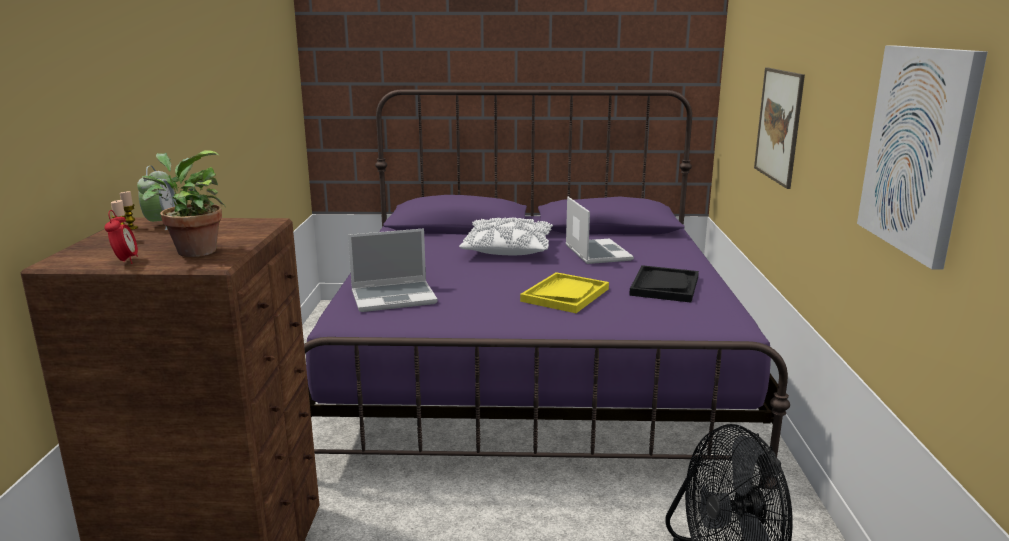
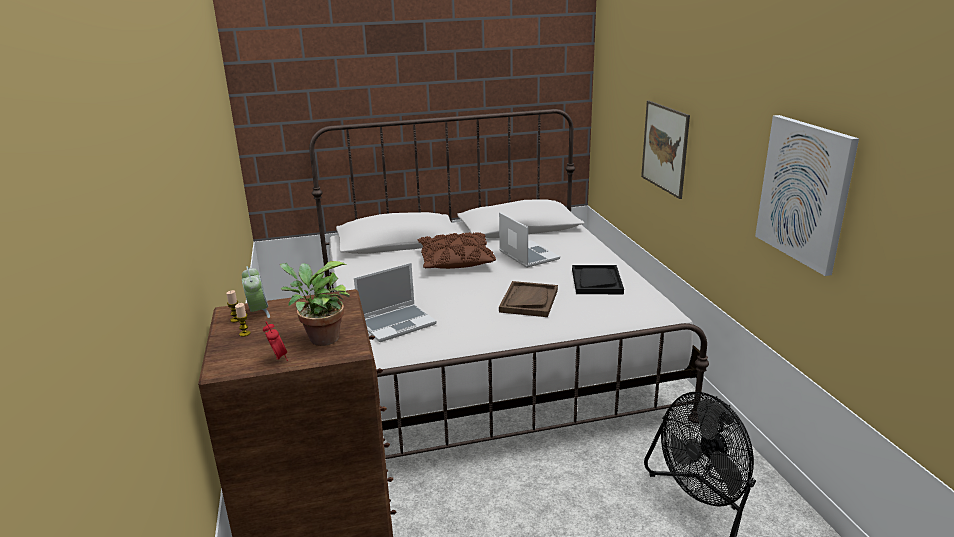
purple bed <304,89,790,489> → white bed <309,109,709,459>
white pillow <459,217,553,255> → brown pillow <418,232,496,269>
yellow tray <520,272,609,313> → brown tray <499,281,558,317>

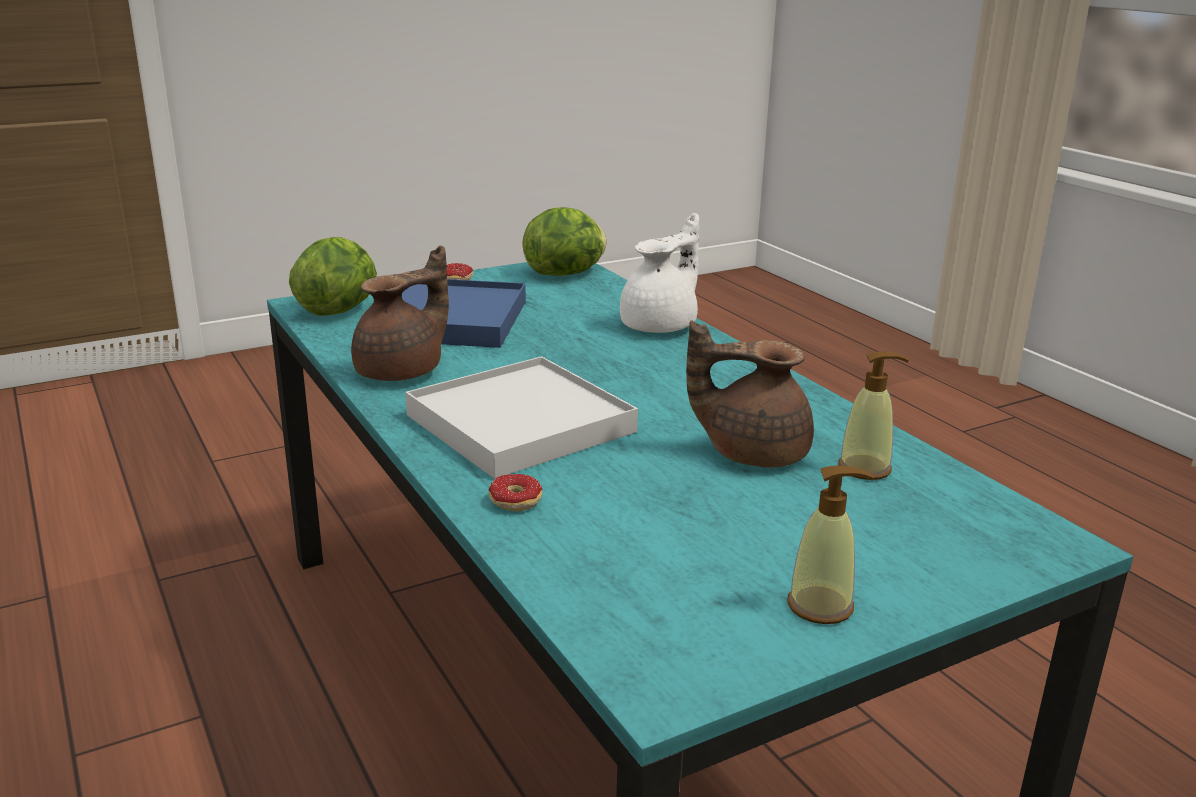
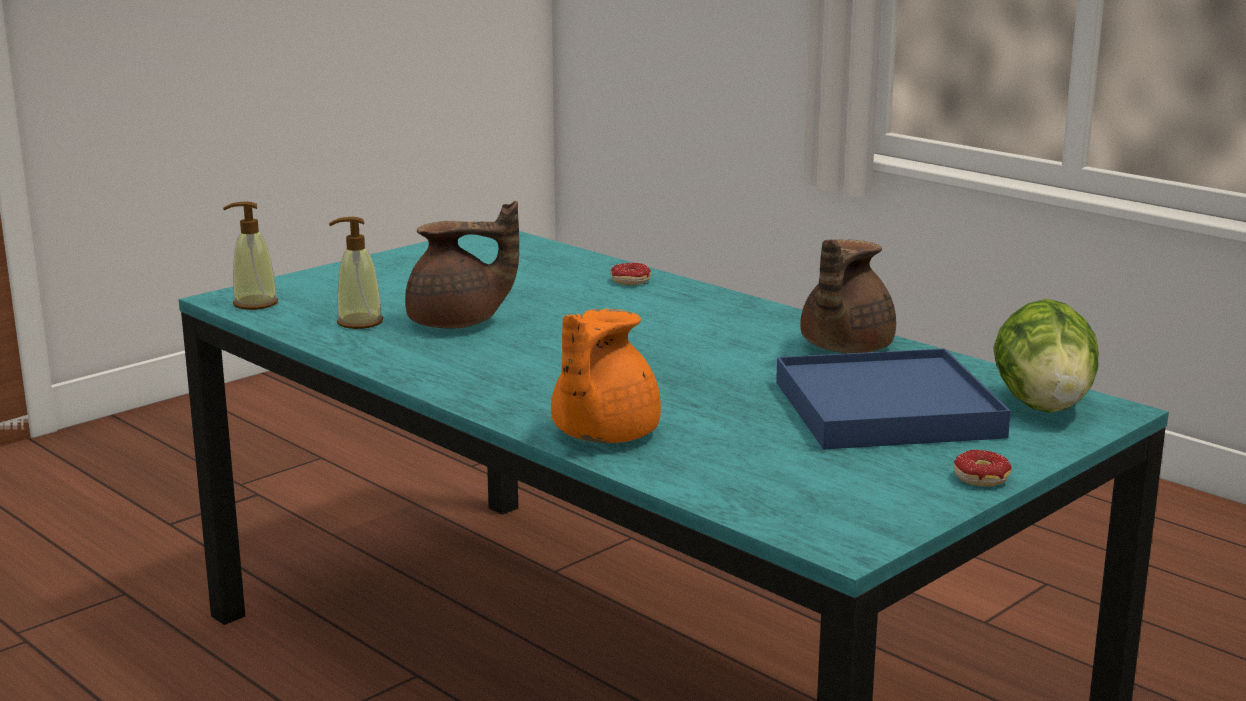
white tray <405,356,638,479> → -
lettuce <522,207,606,276> → -
white teapot <620,213,699,333> → orange teapot <551,309,661,443>
soap dispenser <787,465,874,624> → soap dispenser <223,201,278,310>, move

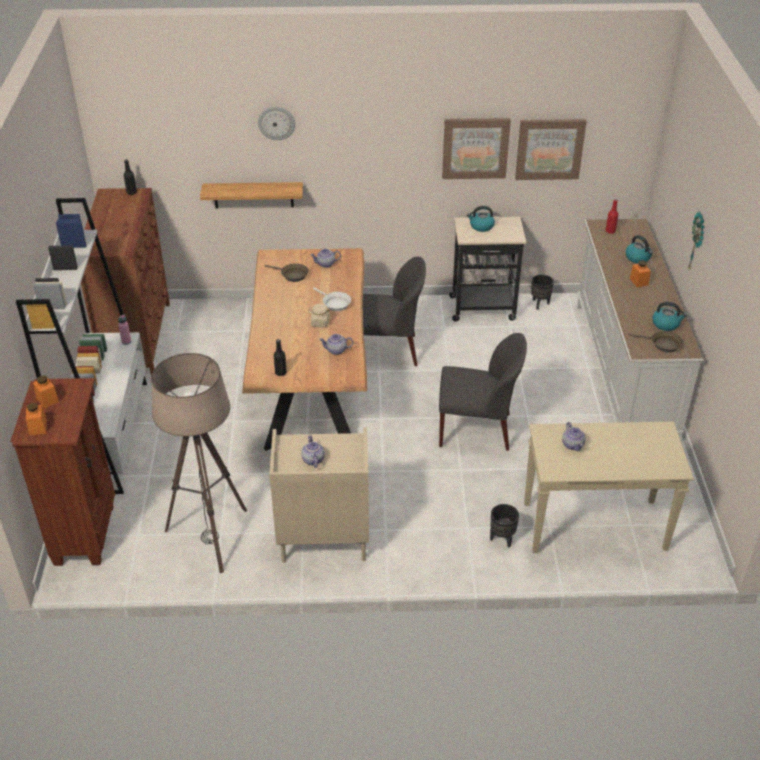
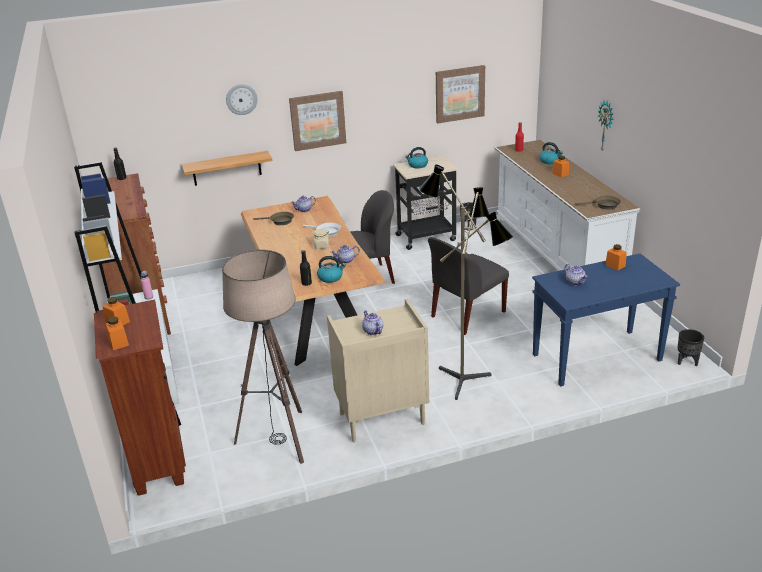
grey chair <439,333,527,451> → grey chair <428,237,509,335>, 150 degrees clockwise
picture <442,118,511,179> → picture <289,91,346,151>, move
black planter <490,504,519,548> → black planter <678,329,704,366>, move
beige console table <524,422,694,553> → blue console table <532,253,680,386>
kettle <653,302,687,331> → kettle <317,256,346,283>, move
- → floor lamp <419,165,513,400>
- → orange jar <605,244,627,270>

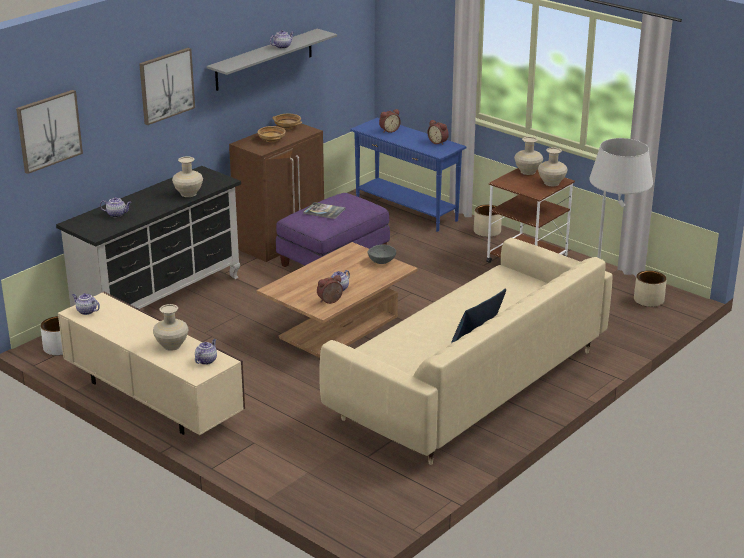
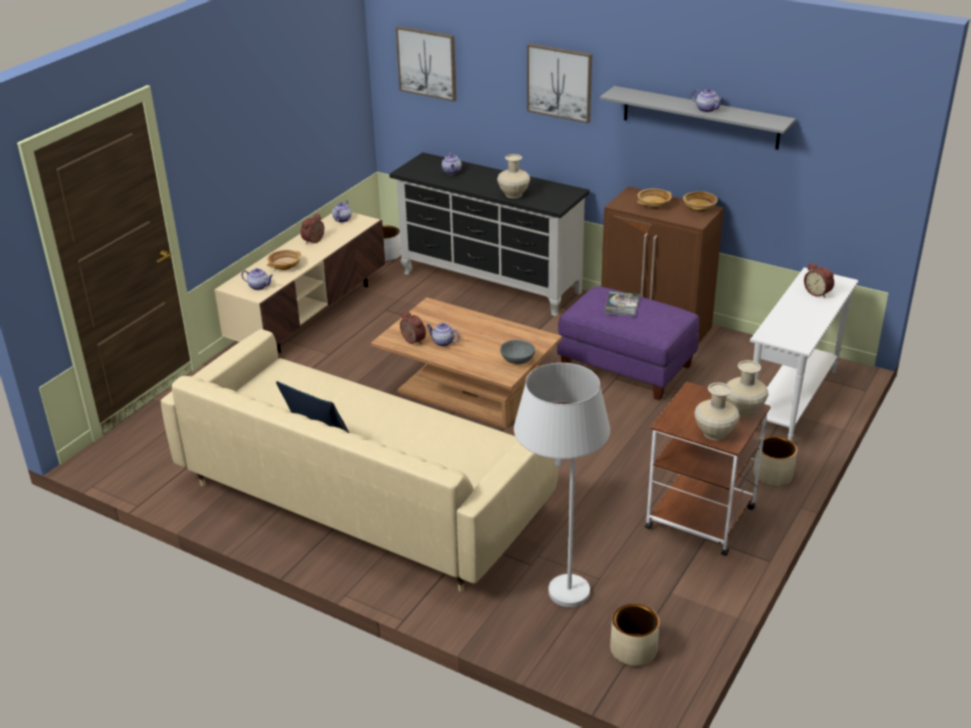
beige vase <153,304,188,351> → beige bowl <267,250,301,270>
blue console table <350,118,467,232> → white console table <750,267,859,441>
alarm clock <427,120,449,145> → alarm clock <301,213,325,244>, move

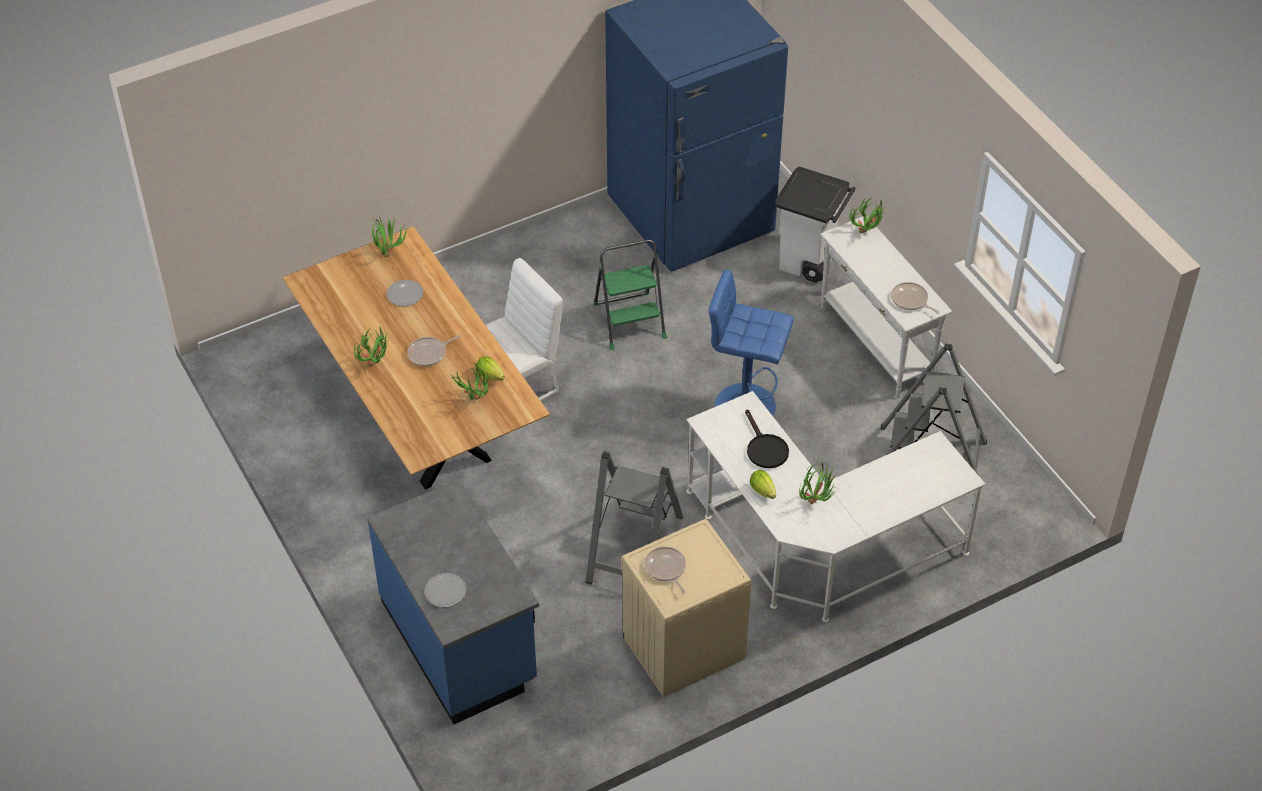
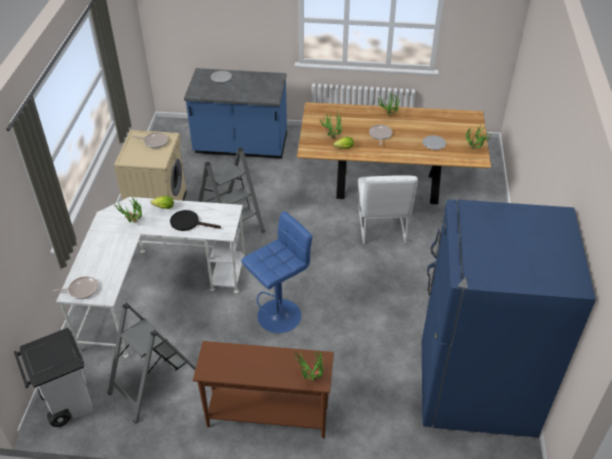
green step ladder <594,239,667,350> → -
white trash can <775,166,856,282> → white trash can <14,328,92,427>, move
white console table <820,216,953,398> → brown console table <193,341,334,438>
frying pan <891,282,940,314> → frying pan <53,276,98,299>, move

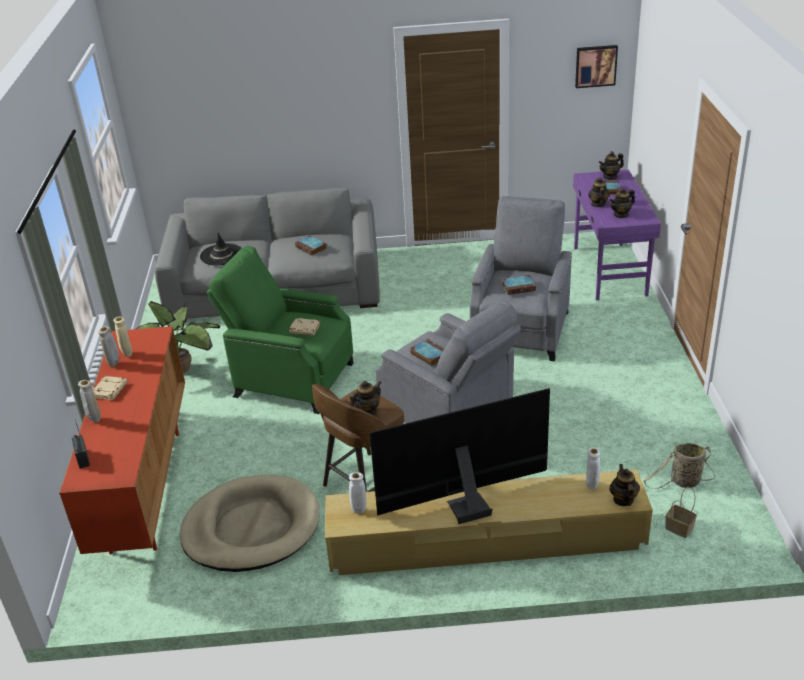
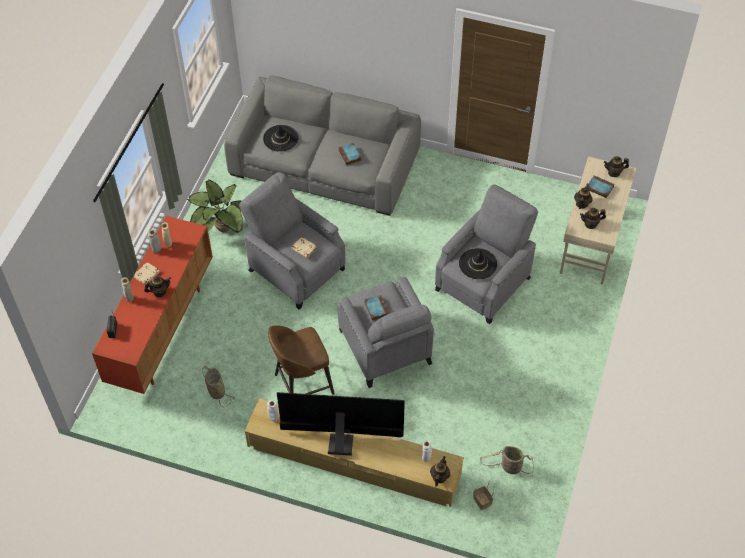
beige dog bed <180,474,320,572> → basket <202,366,235,408>
green armchair <207,246,353,414> → grey armchair <239,172,345,310>
teapot <350,381,382,415> → teapot <144,276,171,297>, move
book <502,275,536,295> → black hat <459,248,497,279>
purple console table <573,169,661,301> → beige console table <560,156,636,285>
picture <575,45,618,88> → -

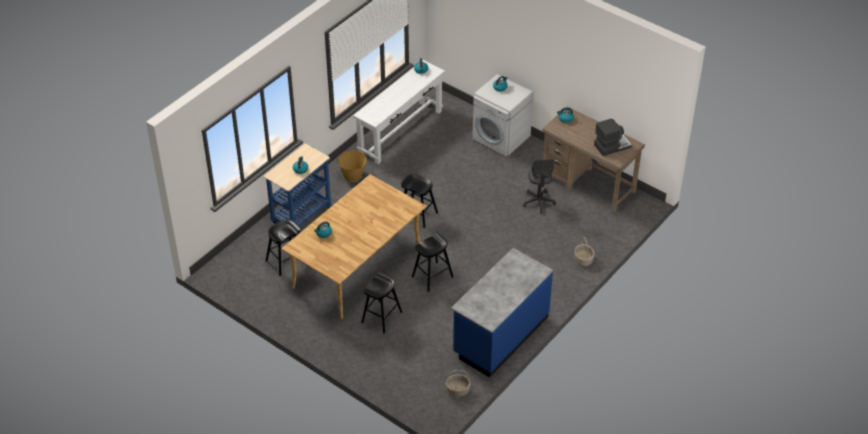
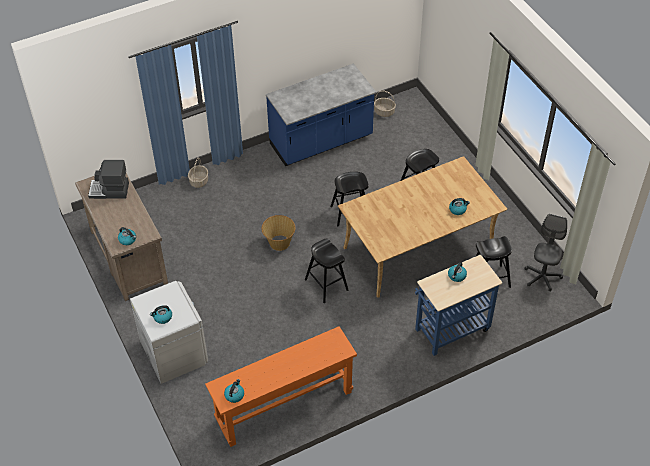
basket <338,151,367,182> → basket <261,215,295,251>, move
white console table <353,60,445,164> → orange console table <205,326,357,447>
grey office chair <523,159,556,214> → grey office chair <525,214,567,292>, move

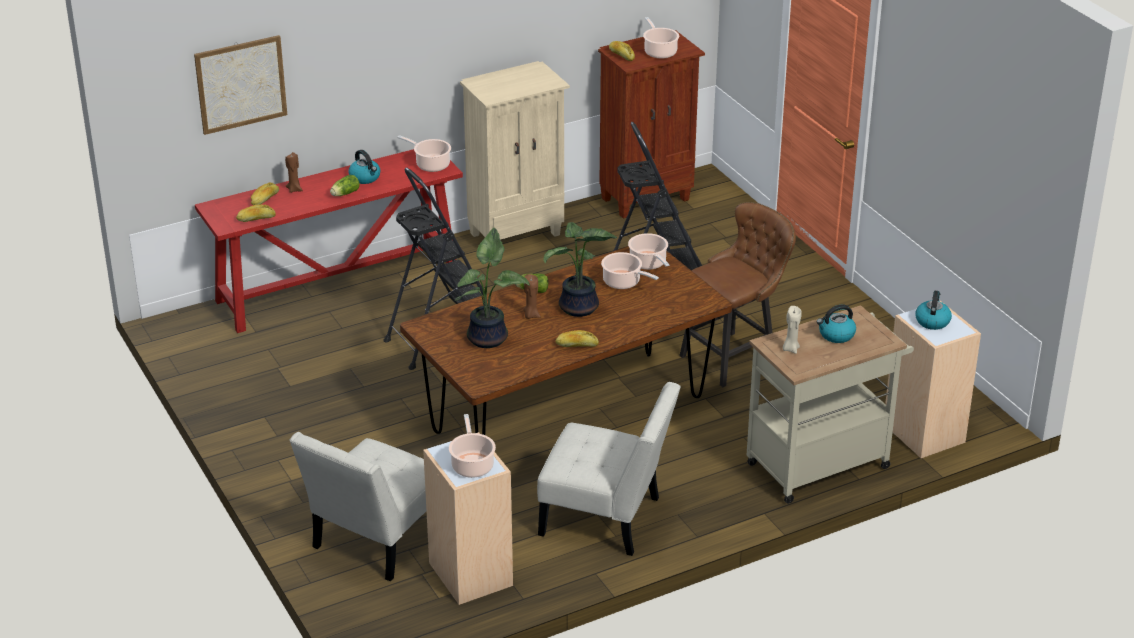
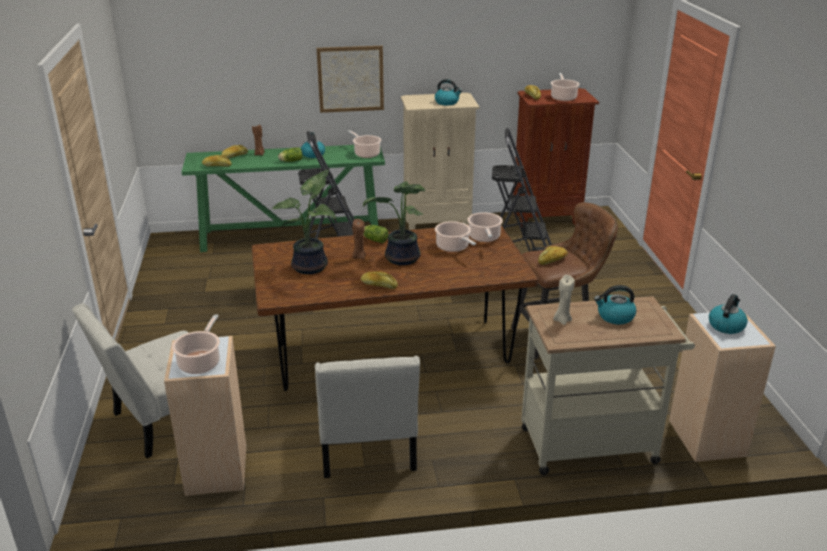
picture <194,35,287,135> → picture <316,45,384,113>, move
red console table <195,149,463,333> → green console table <182,145,385,252>
white chair <537,382,681,556> → white chair <315,356,420,478>, 45 degrees clockwise
- → kettle <435,79,462,105>
- → bread <538,246,568,265>

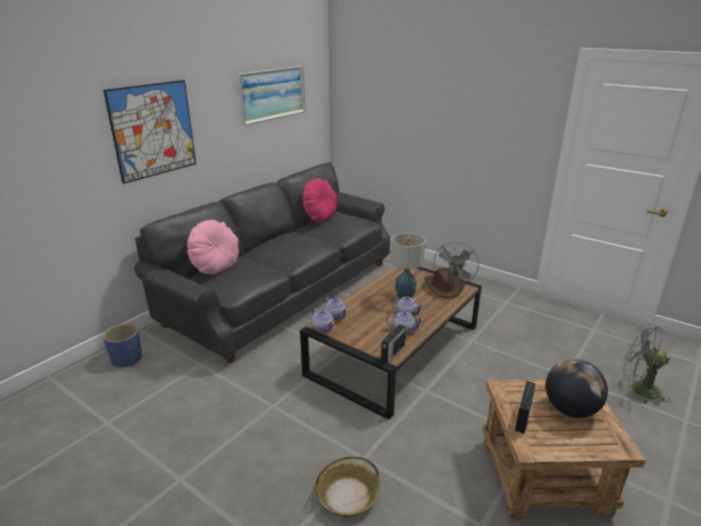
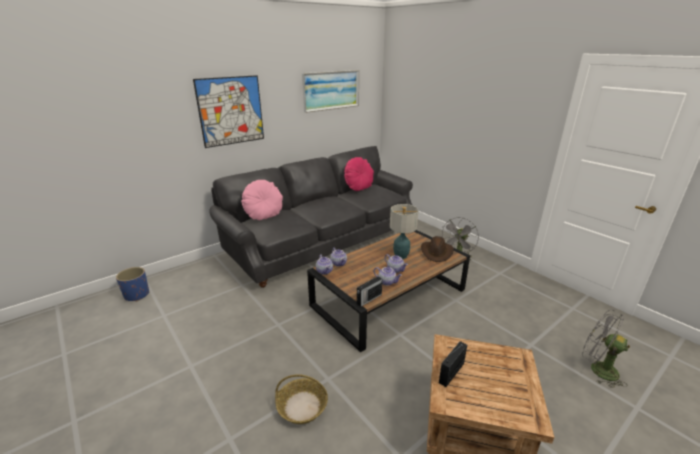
blue planter <103,324,142,367> → blue planter <116,267,149,301>, move
globe <546,359,608,418> → -

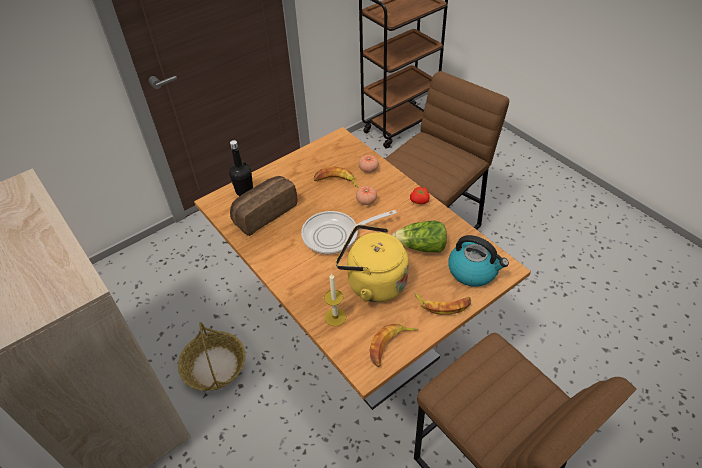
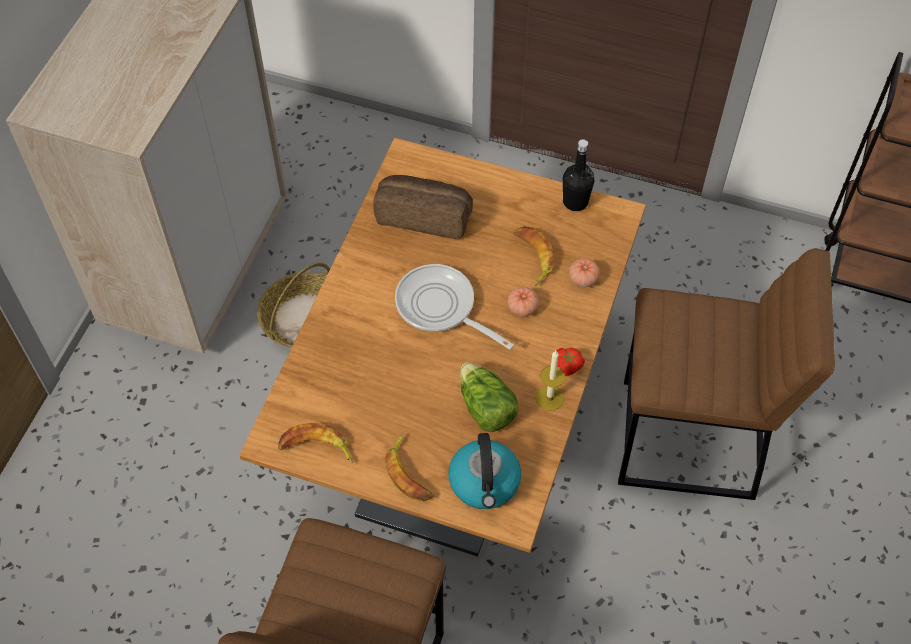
black bottle <229,140,253,196> → black bottle <563,139,595,211>, move
candle <324,273,346,326> → candle <536,351,565,411>, move
yellow kettle <336,225,409,302> → -

